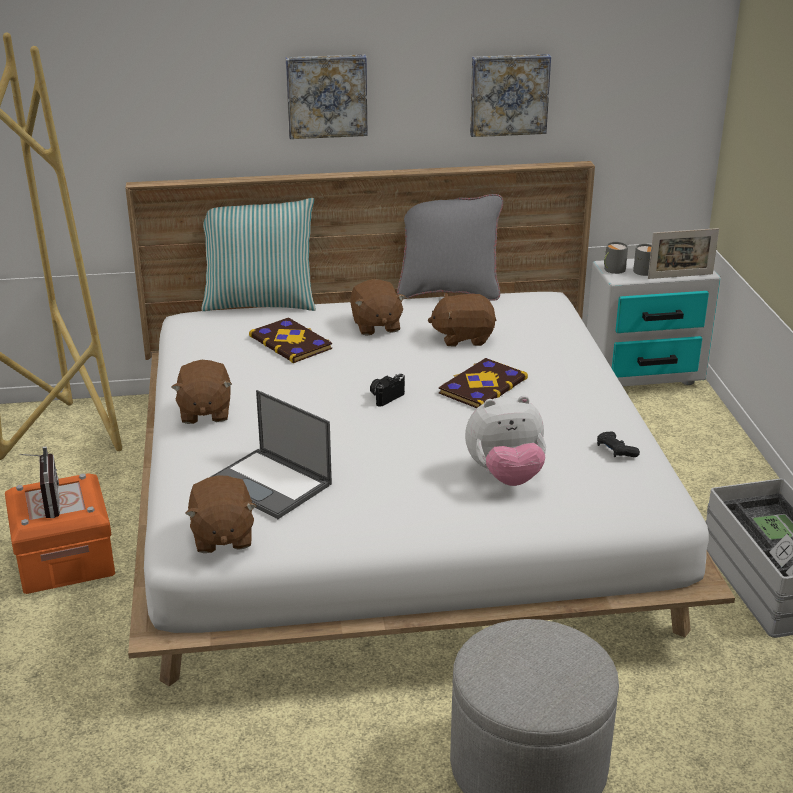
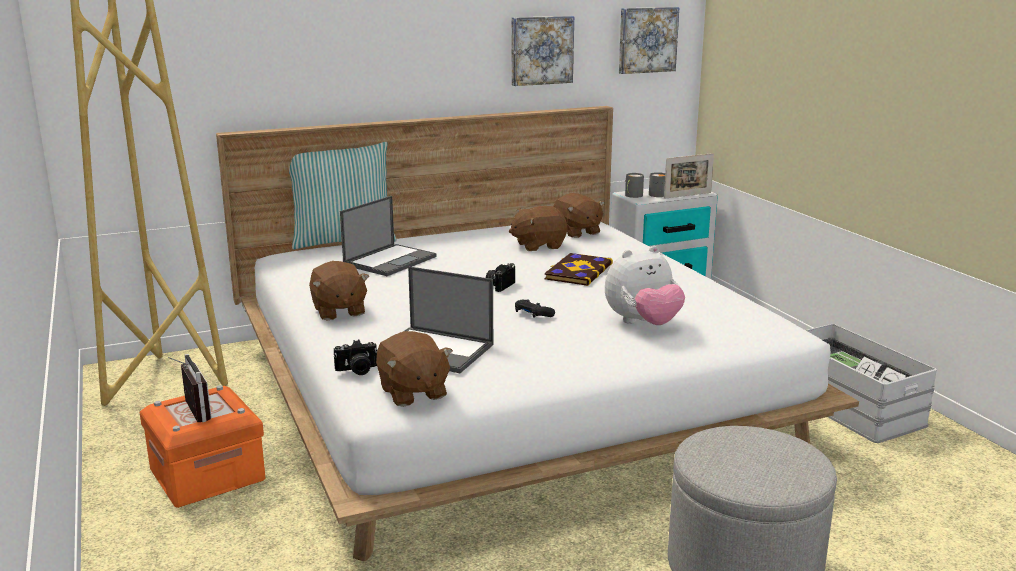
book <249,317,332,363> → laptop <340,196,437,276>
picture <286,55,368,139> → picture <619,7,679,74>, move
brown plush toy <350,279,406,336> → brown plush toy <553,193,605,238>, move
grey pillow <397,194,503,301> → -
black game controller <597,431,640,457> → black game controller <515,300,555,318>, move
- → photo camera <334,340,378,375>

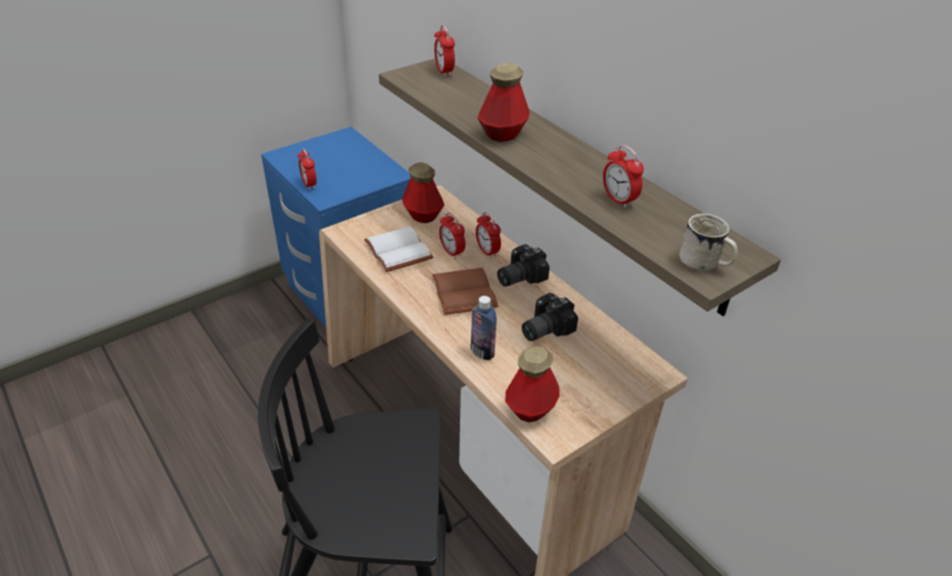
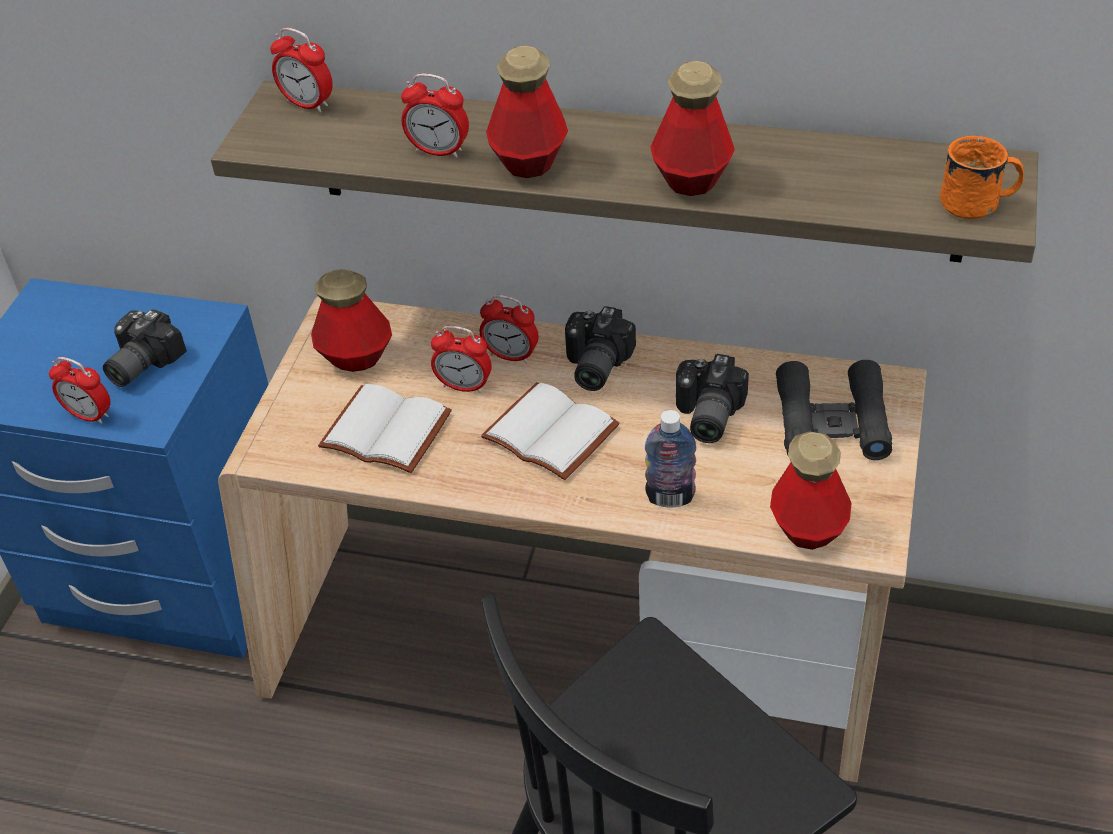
brown book <432,268,498,315> → white book <481,382,620,480>
alarm clock <603,145,644,208> → alarm clock <401,73,469,158>, move
white mug <679,213,738,271> → orange mug <940,136,1024,219>
- → photo camera <103,309,187,387>
- → bottle <650,61,735,196>
- → black binoculars <776,360,892,460>

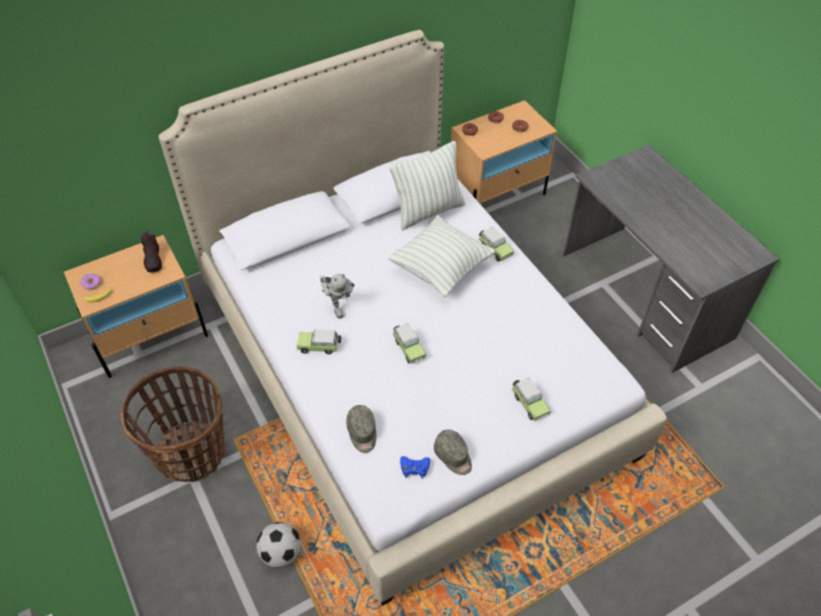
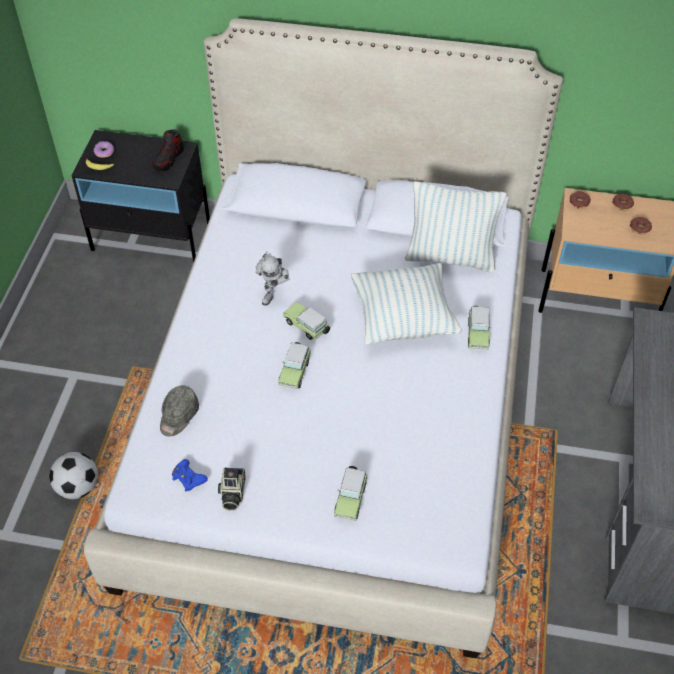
beige nightstand <64,235,208,378> → black nightstand <72,130,210,262>
basket <121,367,225,482> → -
toy car <297,330,341,354> → toy car <283,302,330,341>, move
grey cap <434,430,472,475> → photo camera <218,468,245,511>

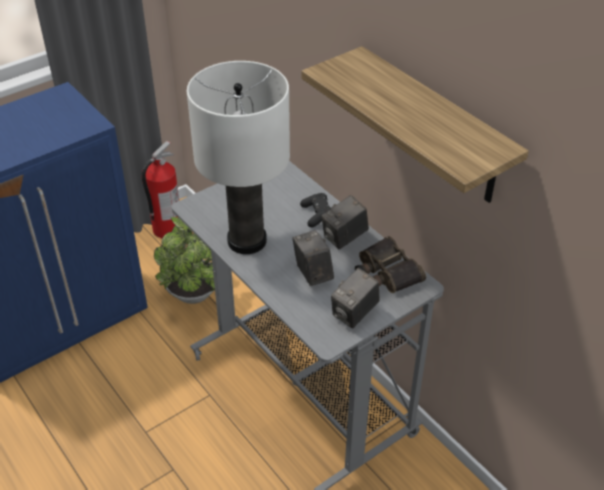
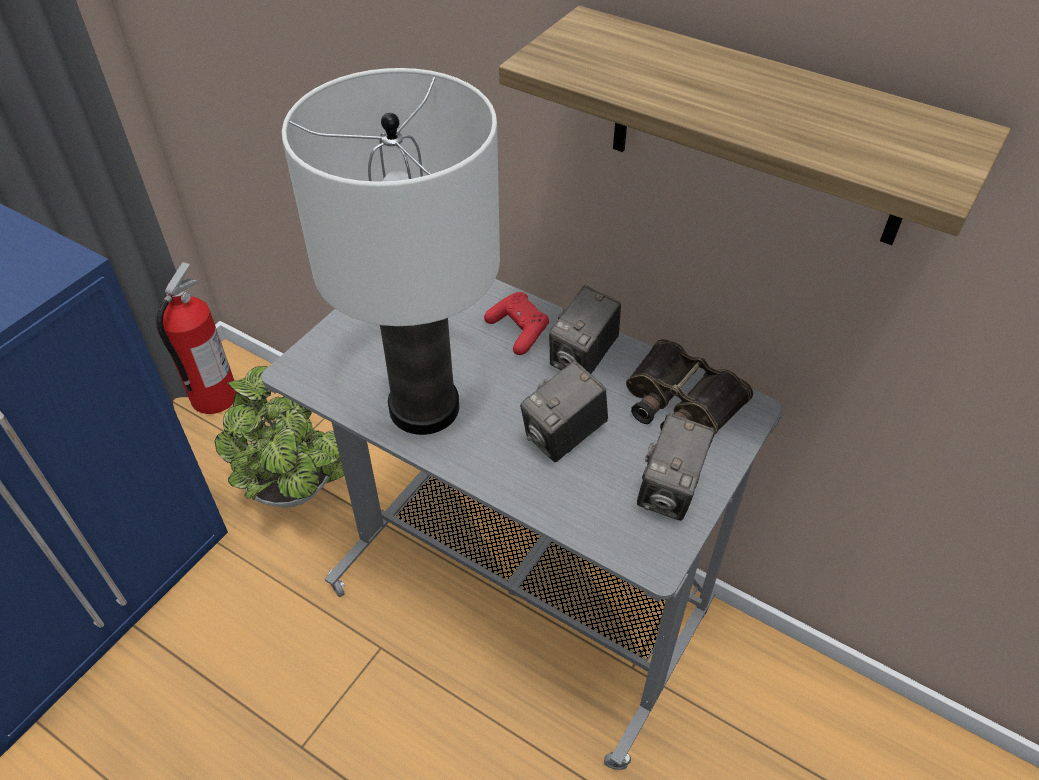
photo camera <292,230,334,286> → photo camera <520,361,608,462>, 90 degrees counterclockwise
black game controller <300,193,331,227> → red game controller <484,292,549,355>

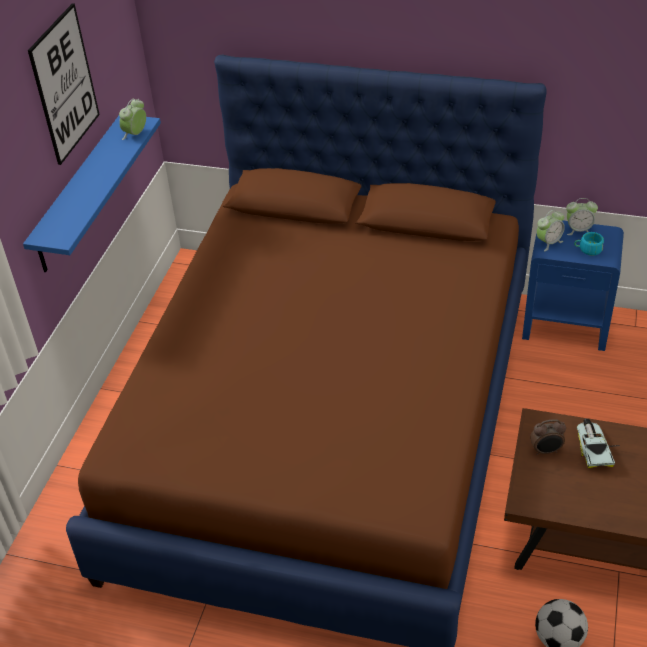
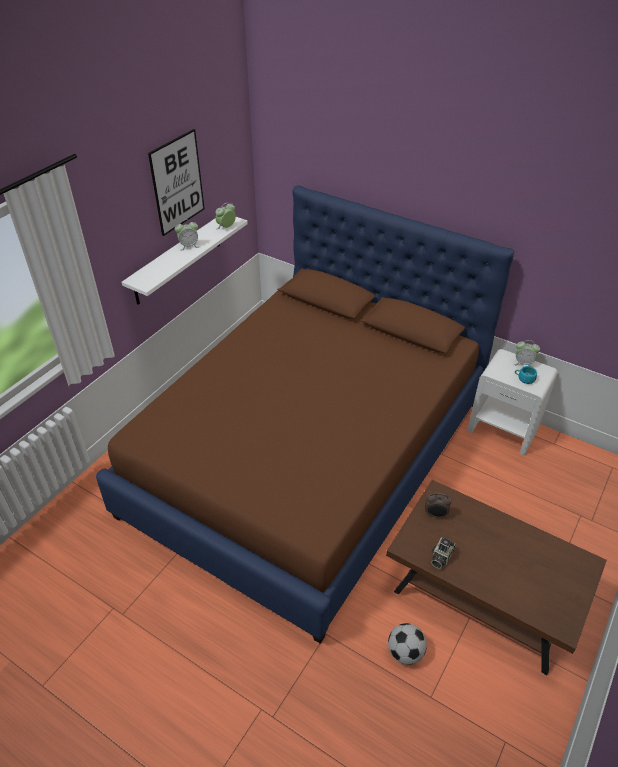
blue shelf <23,116,161,272> → white shelf <122,217,248,305>
blue nightstand <522,220,624,351> → white nightstand <467,349,558,455>
alarm clock <536,210,565,251> → alarm clock <175,220,199,250>, move
toy car <577,418,620,468> → -
- → photo camera <431,537,456,569>

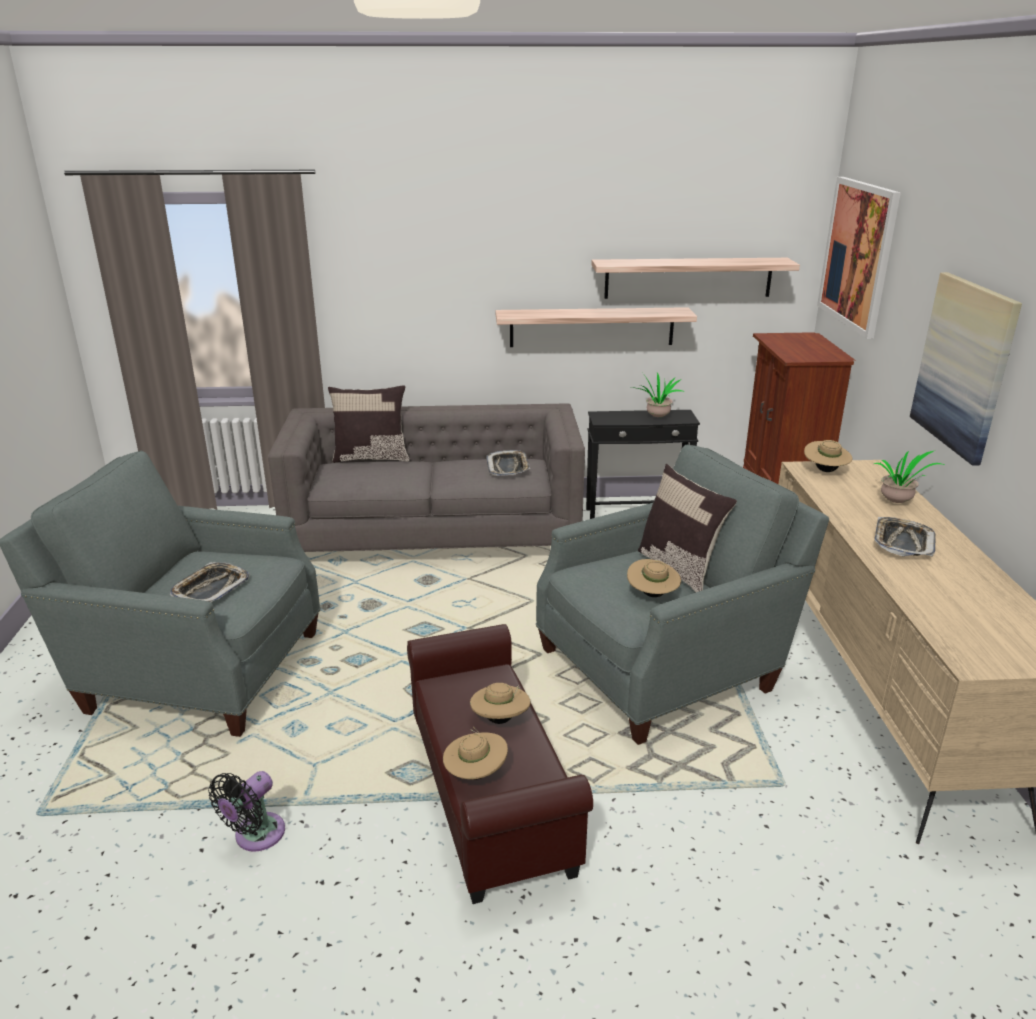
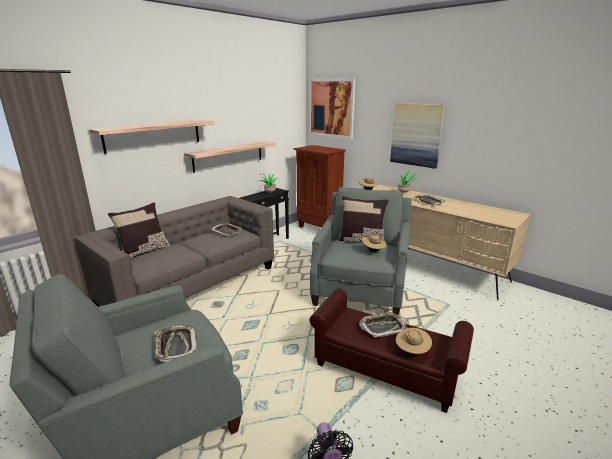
beige hat <470,683,530,724> → tray <359,311,408,338>
shelf <591,258,800,299> → shelf <89,120,215,154>, move

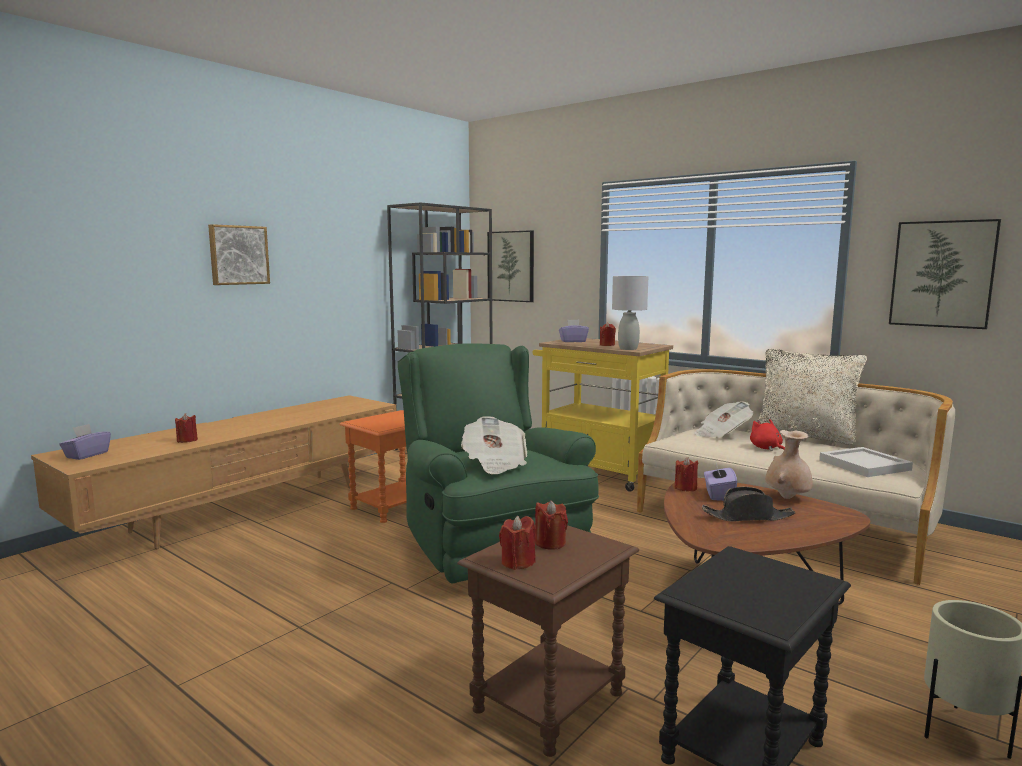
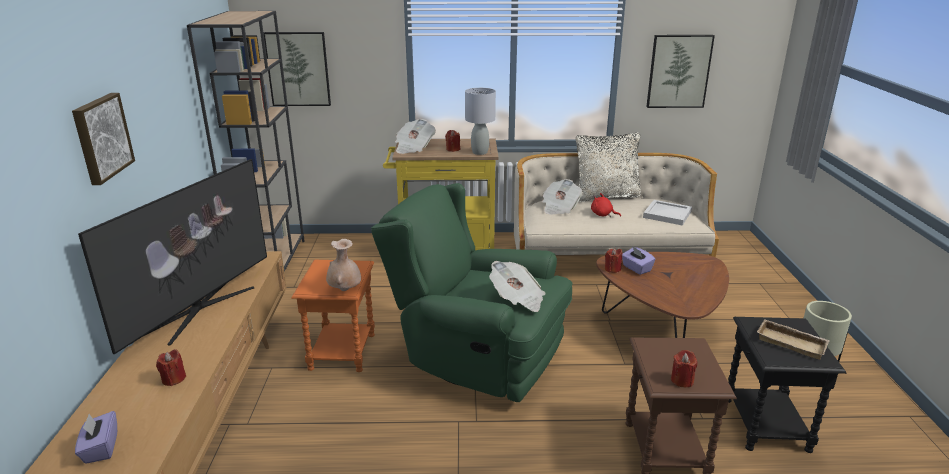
red candle <535,501,568,550> → -
purple tissue box <559,320,589,342> → newspaper <395,119,436,154>
black hat <702,487,795,522> → -
beige vase <765,430,813,499> → beige vase <326,239,361,291>, move
- → television <78,159,267,354>
- → beige tray <757,319,830,360>

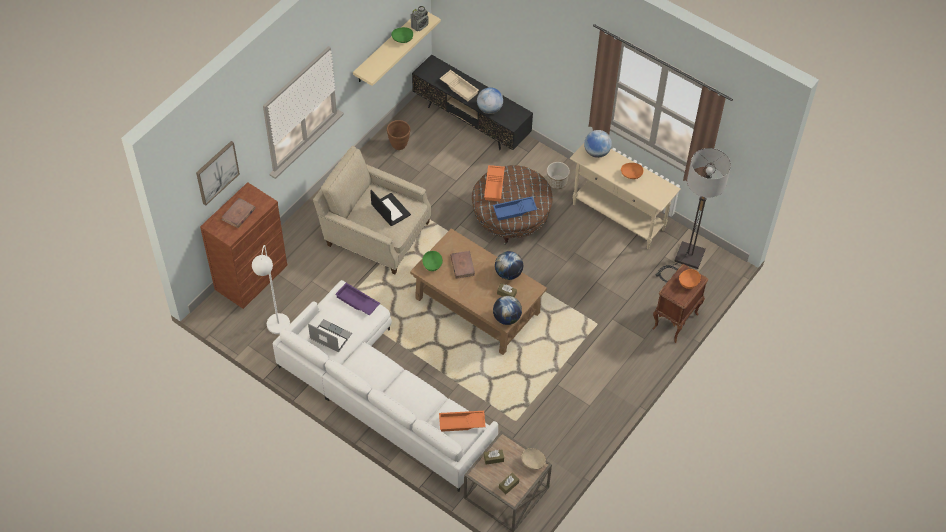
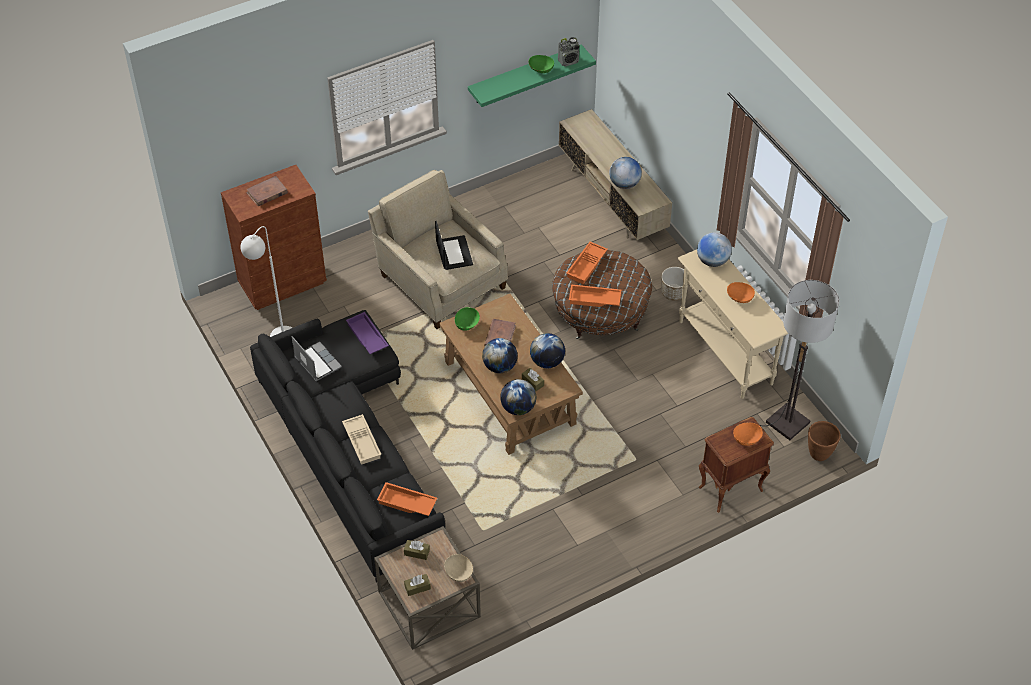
picture <196,141,240,205> → -
white sofa <273,280,498,492> → black sofa <250,310,446,583>
beige shelf <353,12,441,86> → green shelf <468,44,596,107>
brown planter <387,120,410,150> → brown planter <808,421,841,461>, move
black tv stand <412,54,533,150> → beige tv stand <559,109,672,240>
beige tray <440,70,479,101> → beige tray <342,414,381,465>, move
blue tray <493,196,537,221> → orange tray <569,284,621,307>
- → globe <482,338,518,373>

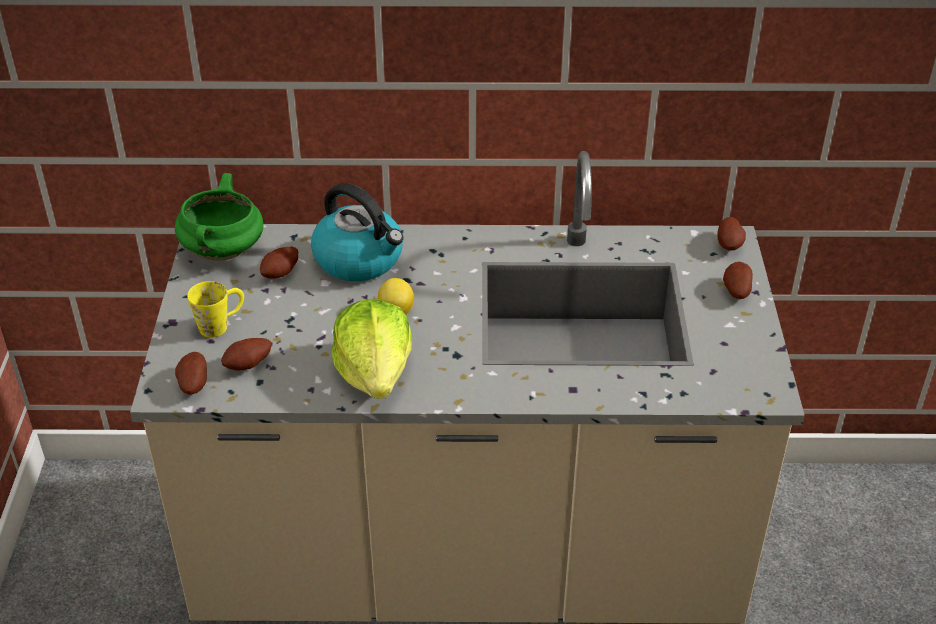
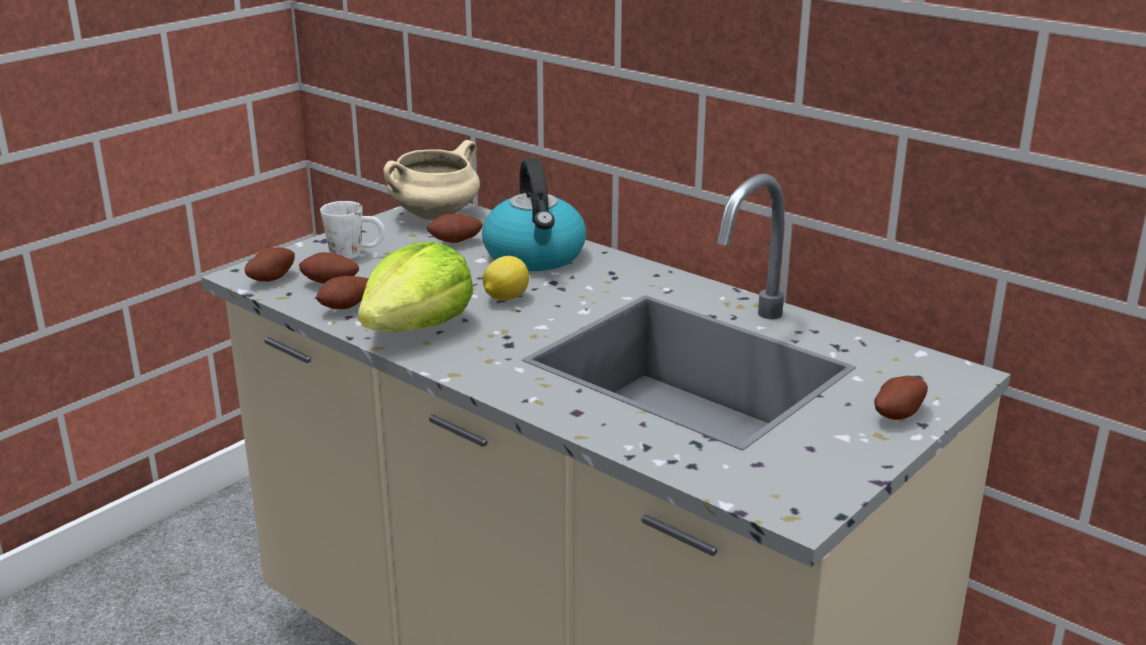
green cooking pot <175,173,263,261> → beige cooking pot <383,140,480,220>
yellow mug <187,281,244,338> → white mug <320,201,385,259>
potato <717,217,746,251> → potato <316,276,368,309>, move

